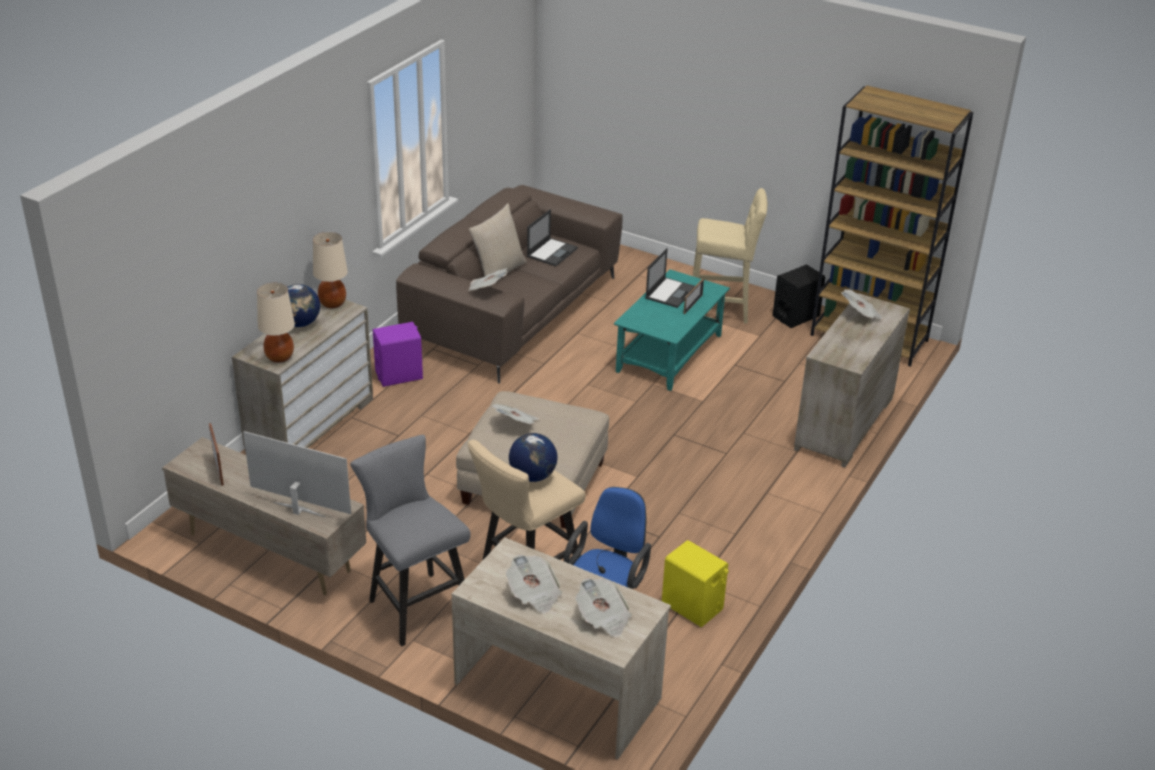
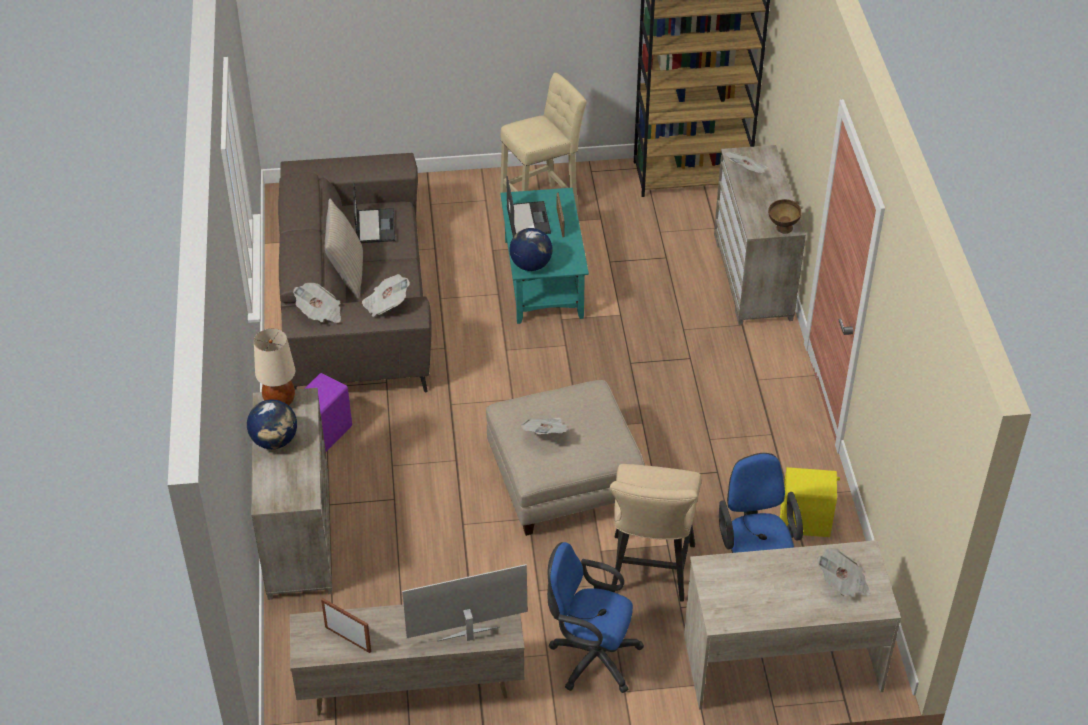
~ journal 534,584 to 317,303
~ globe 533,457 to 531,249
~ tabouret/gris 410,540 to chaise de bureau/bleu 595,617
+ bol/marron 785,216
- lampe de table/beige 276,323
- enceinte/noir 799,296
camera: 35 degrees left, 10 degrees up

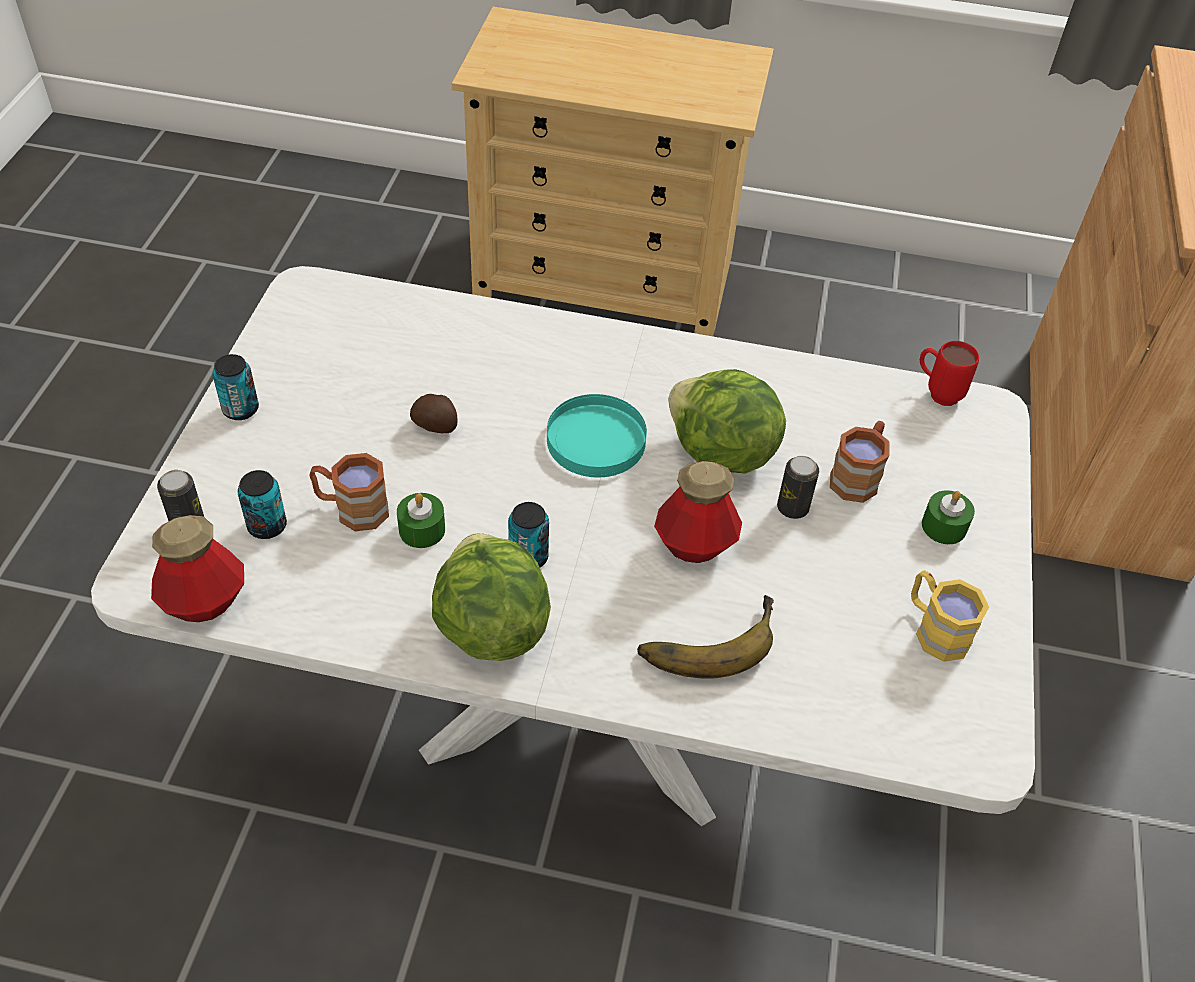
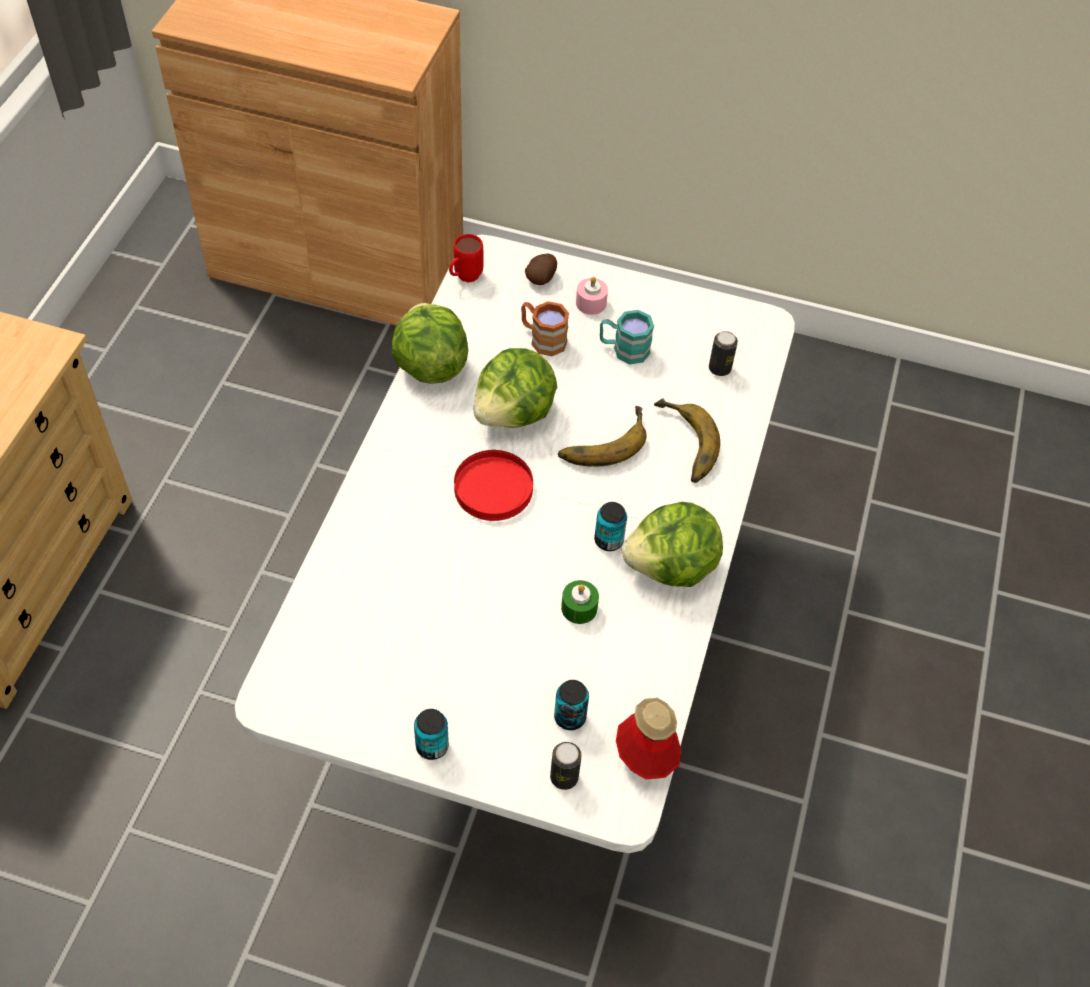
+ laitue 430,343
~ assiette/turquoise 597,435 to assiette/rouge 493,485
~ pomme de terre 434,413 to 541,269
~ bouteille 698,512 to banane 602,436
~ bougie/vert 948,517 to bougie/rose 592,296
+ mug/turquoise 627,337
~ boîte métallique 798,487 to 723,353
- mug/marron 349,492
- mug/jaune 950,616
camera: 85 degrees left, 5 degrees up

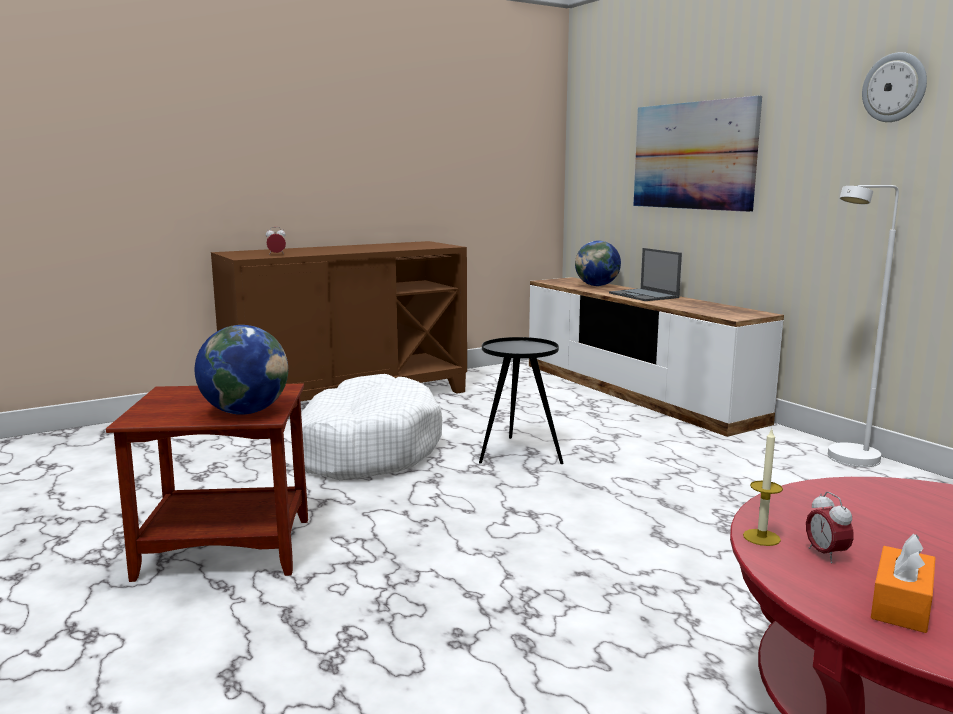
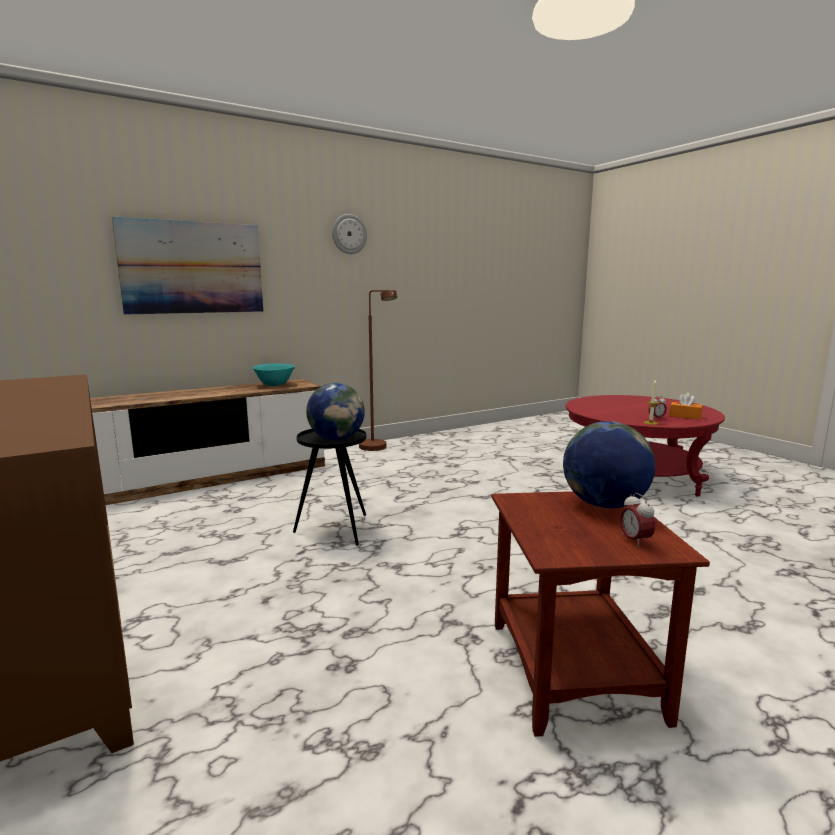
+ bol/turquoise 274,374
~ globe 598,263 to 335,411
~ lampadaire/blanc 863,326 to lampadaire/marron 378,370
~ réveil 276,240 to 637,520
- panier pour chien/blanc 371,427
- ordinateur portable 645,274
camera: 90 degrees left, 0 degrees up

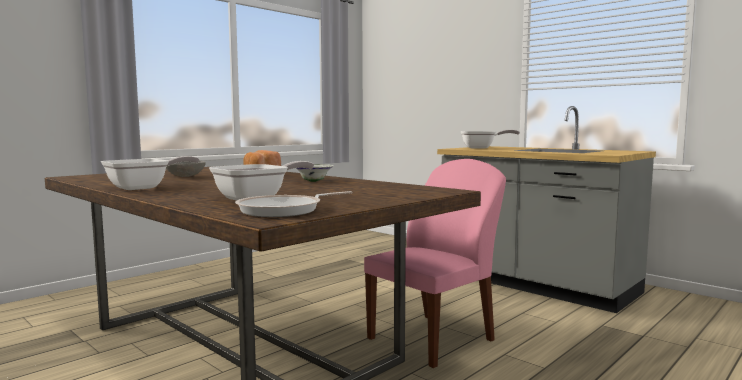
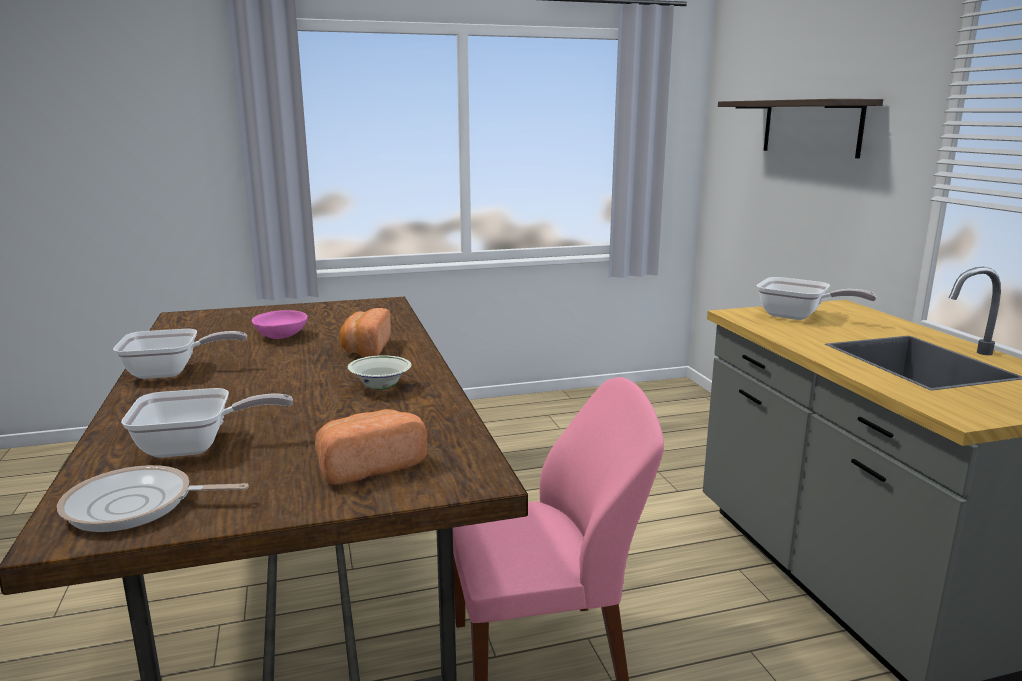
~ bol/gris 186,169 to bol/rose 280,324
+ pain 371,447
+ étagère 800,128
camera: 30 degrees right, 10 degrees up

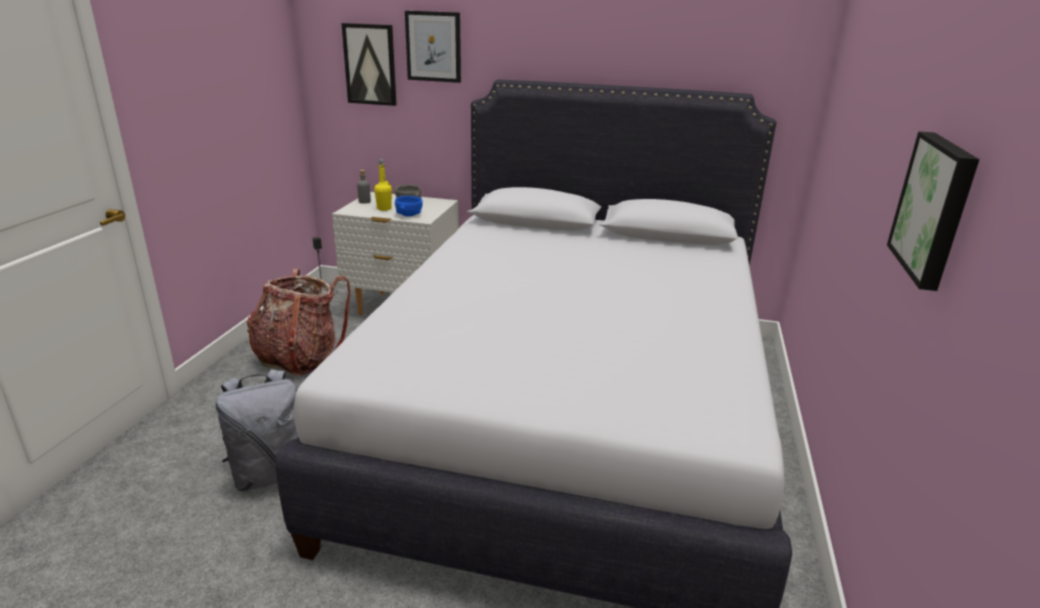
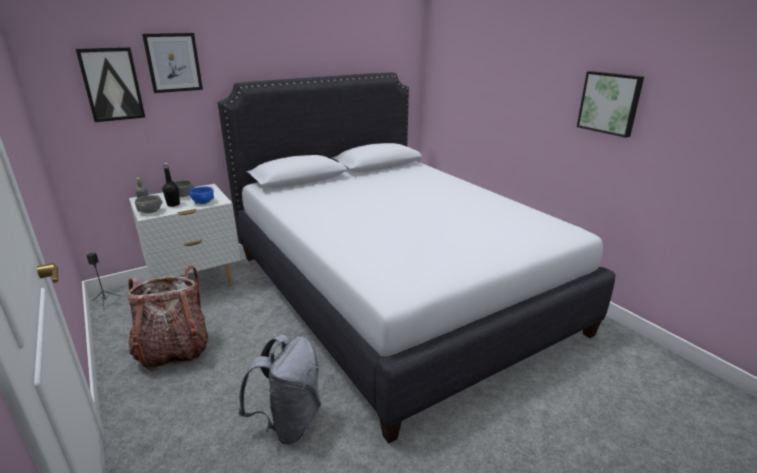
+ bol/gris 148,204
~ bouteille/jaune 383,185 to bouteille/noir 171,185
camera: 45 degrees left, 0 degrees up

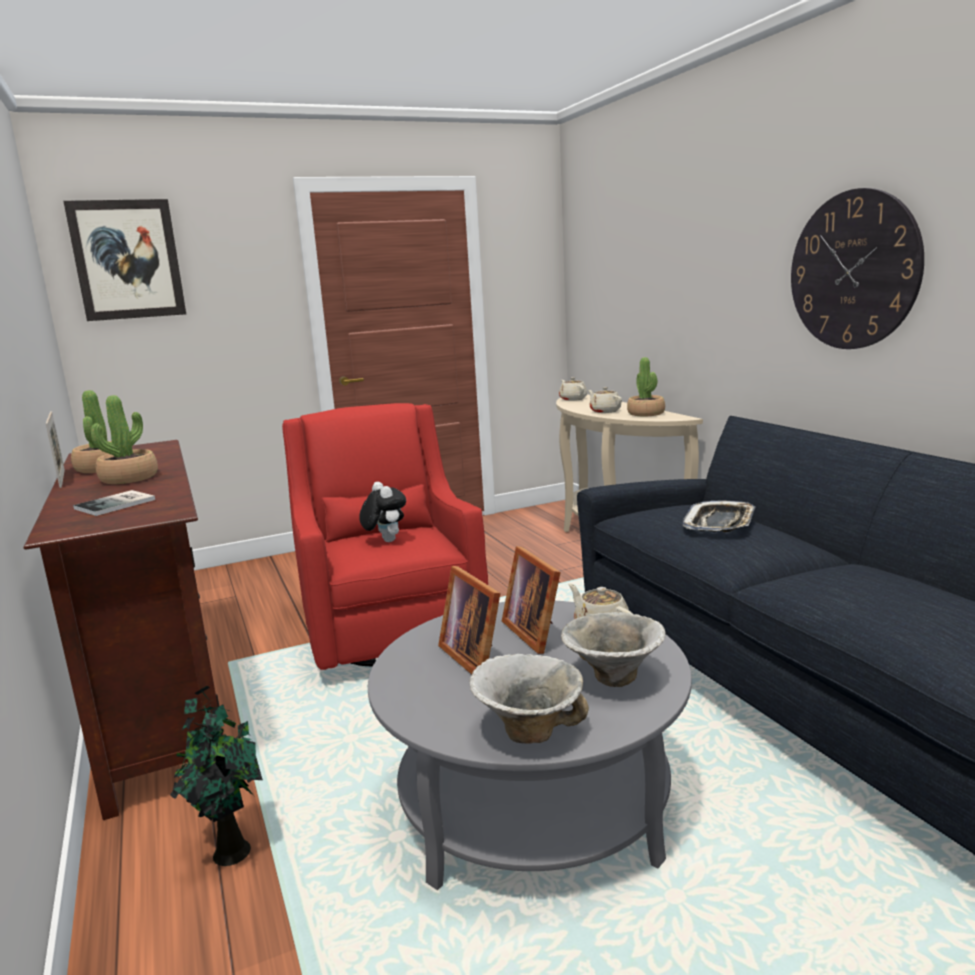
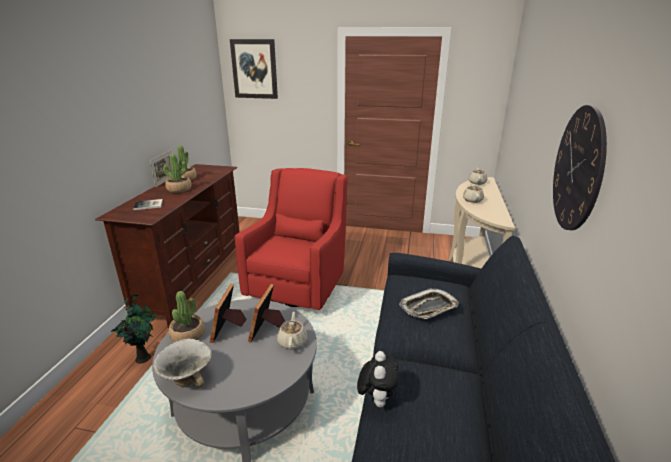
~ plante en pot 646,387 to 187,316
~ peluche 382,512 to 378,379
- bol 613,649
camera: 35 degrees right, 10 degrees up

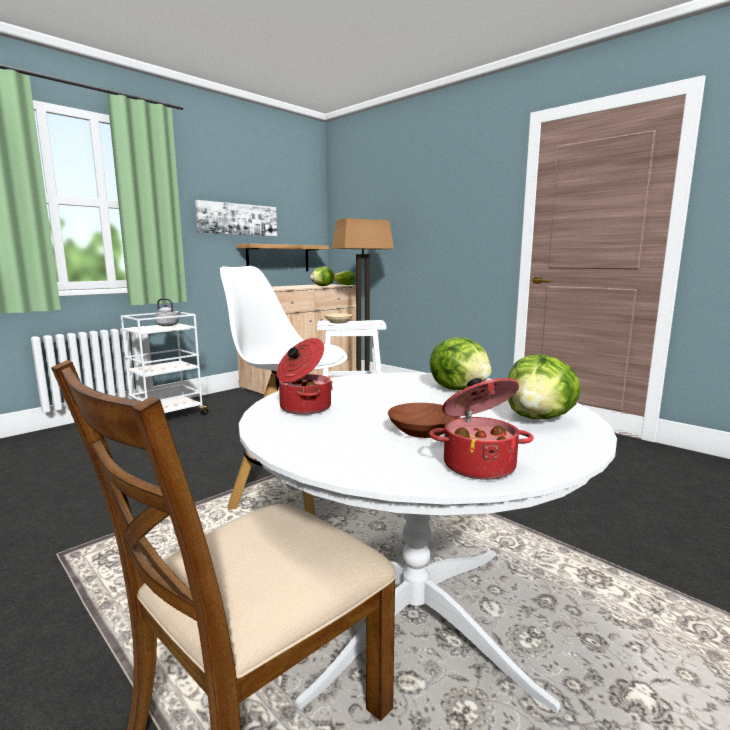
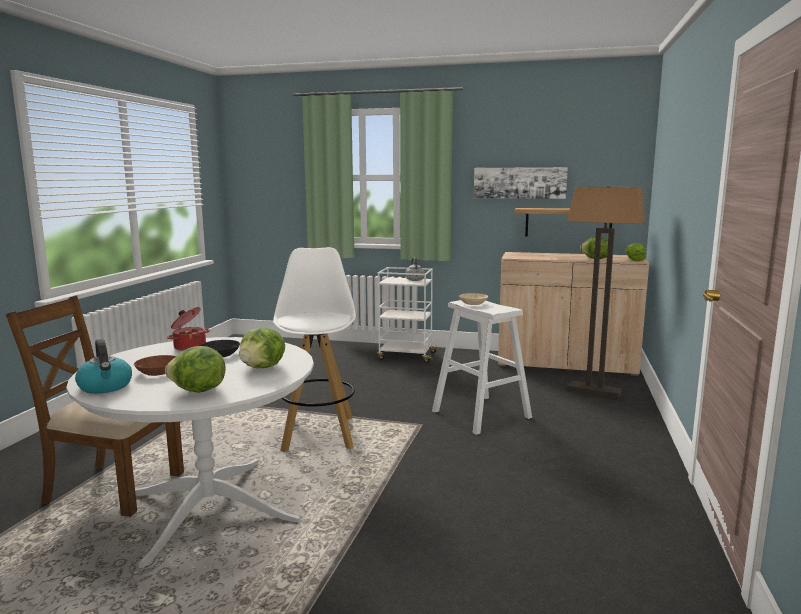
~ marmite 481,429 to bouilloire 103,366
+ bol/noir 220,348
camera: 60 degrees right, 0 degrees up

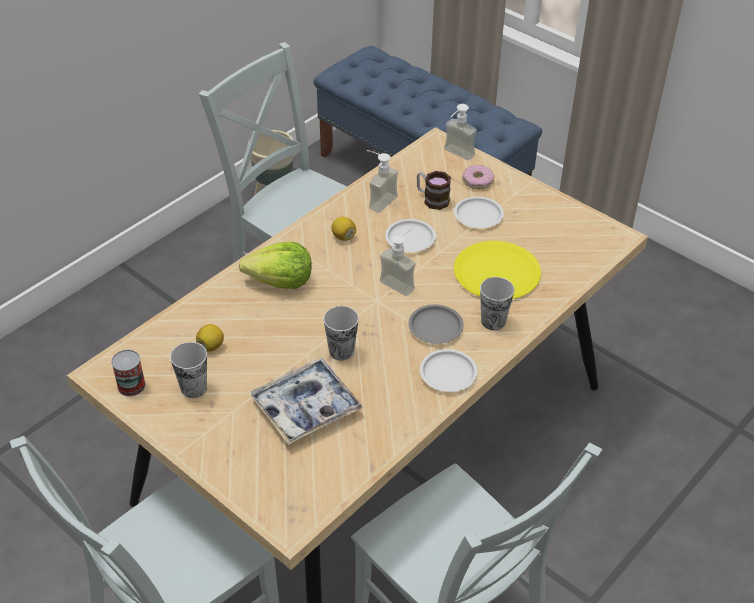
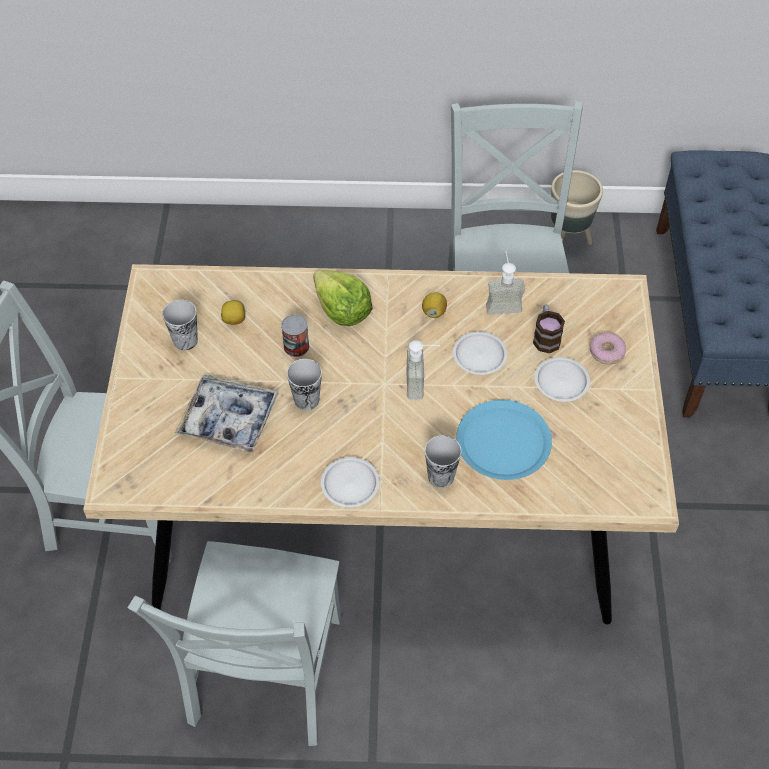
~ boîte métallique 128,373 to 295,335
~ assiette/jaune 497,270 to assiette/bleu 504,440
- assiette/gris 436,324
- distributeur de savon 460,132
camera: 50 degrees right, 10 degrees up

